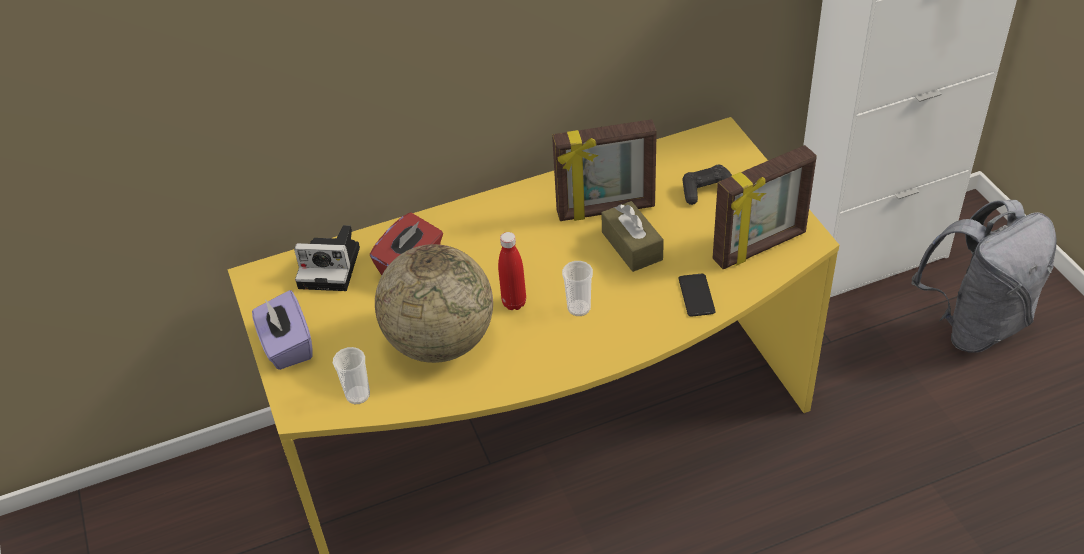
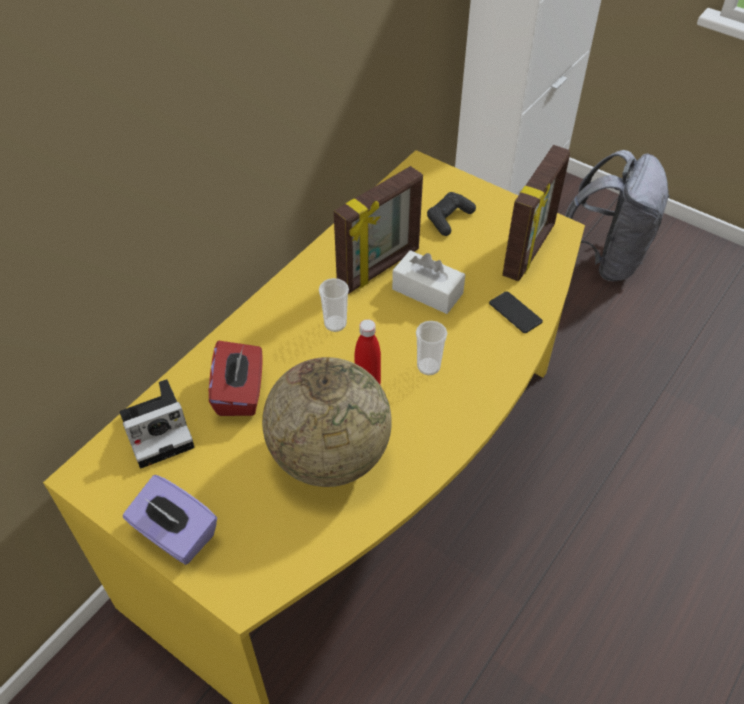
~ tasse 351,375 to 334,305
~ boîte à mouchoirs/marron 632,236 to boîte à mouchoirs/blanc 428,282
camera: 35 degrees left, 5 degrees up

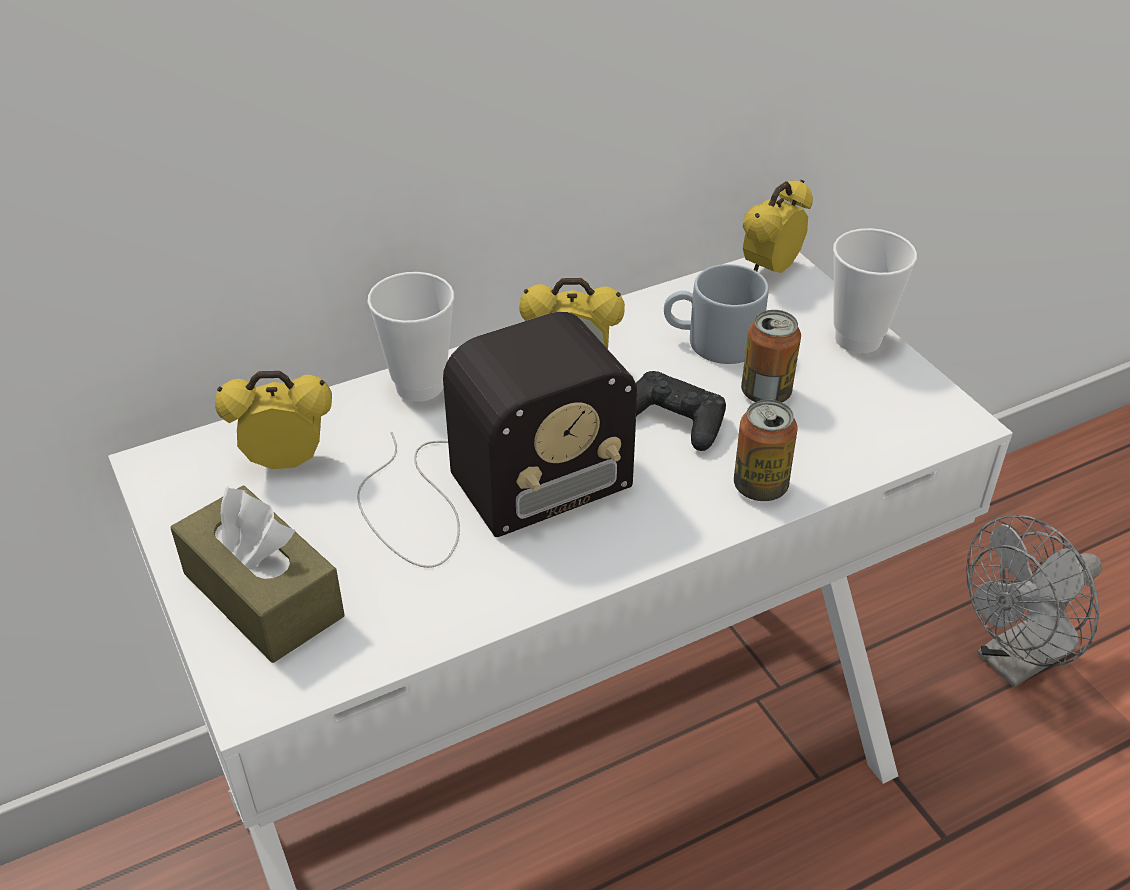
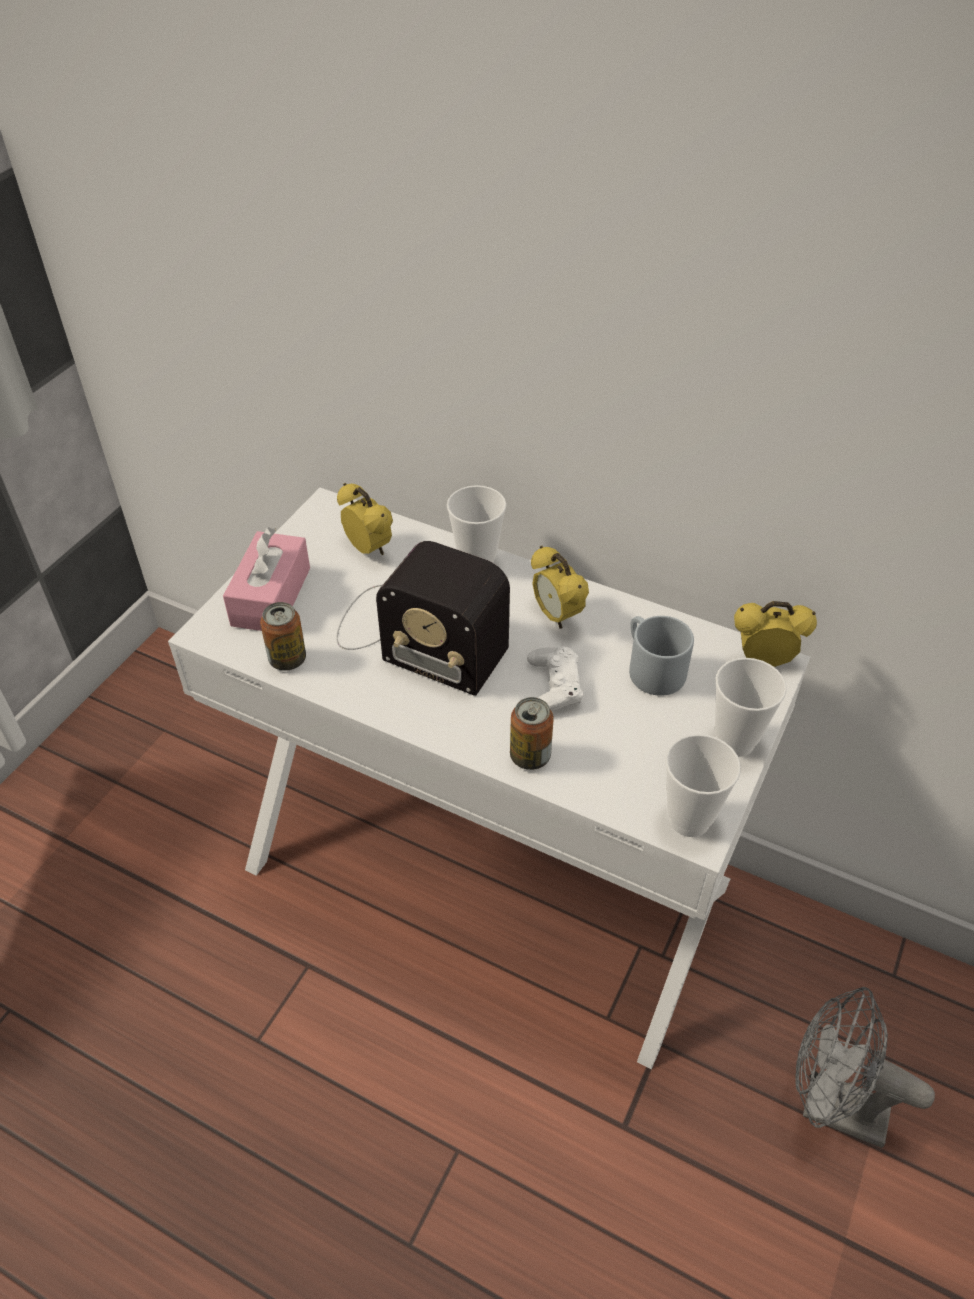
~ boîte à mouchoirs/marron 257,574 to boîte à mouchoirs/rose 266,579
~ boîte métallique 771,356 to 283,636
~ manette/noir 681,411 to manette/blanc 555,678
+ tasse 703,785
camera: 55 degrees right, 5 degrees up

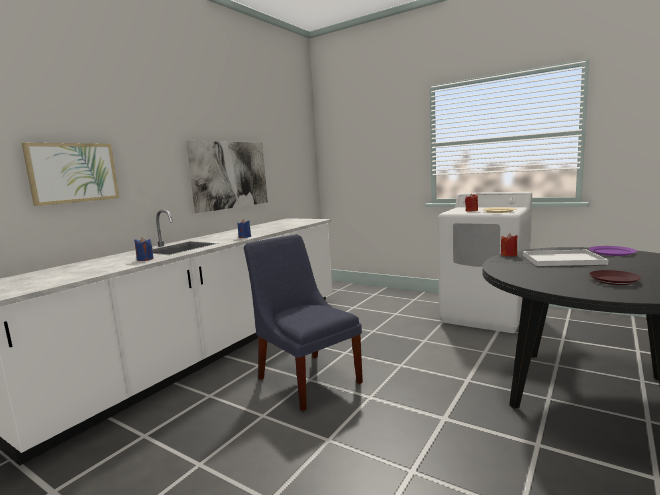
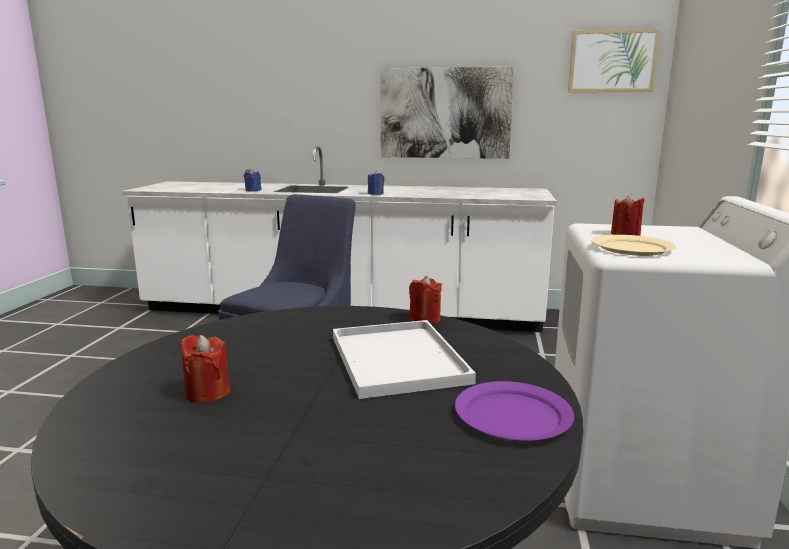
~ assiette/marron 615,277 to bougie/rouge 205,369
~ tableau 70,174 to 614,60
camera: 65 degrees right, 5 degrees up

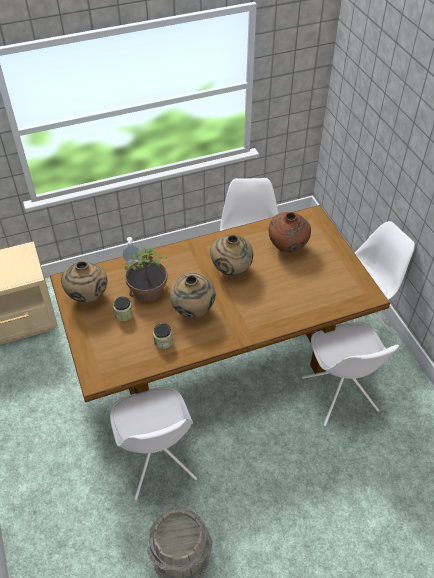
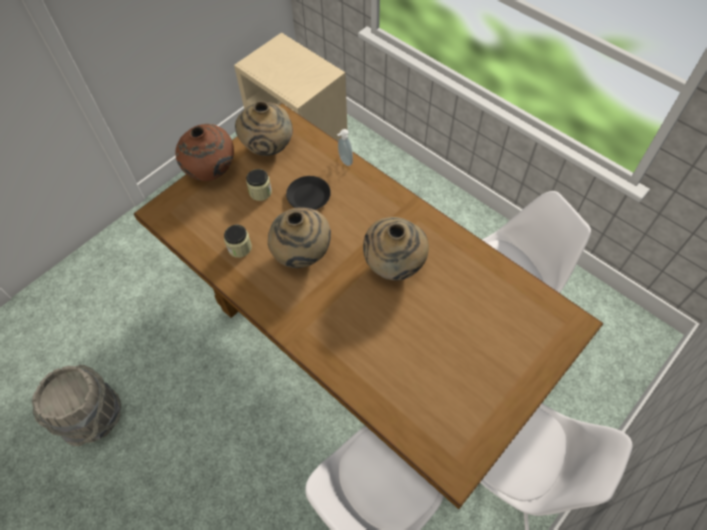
~ vase/marron 290,232 to 205,152
~ plante en pot 146,274 to assiette/noir 308,193
- chaise/blanc 153,443
camera: 65 degrees right, 10 degrees up

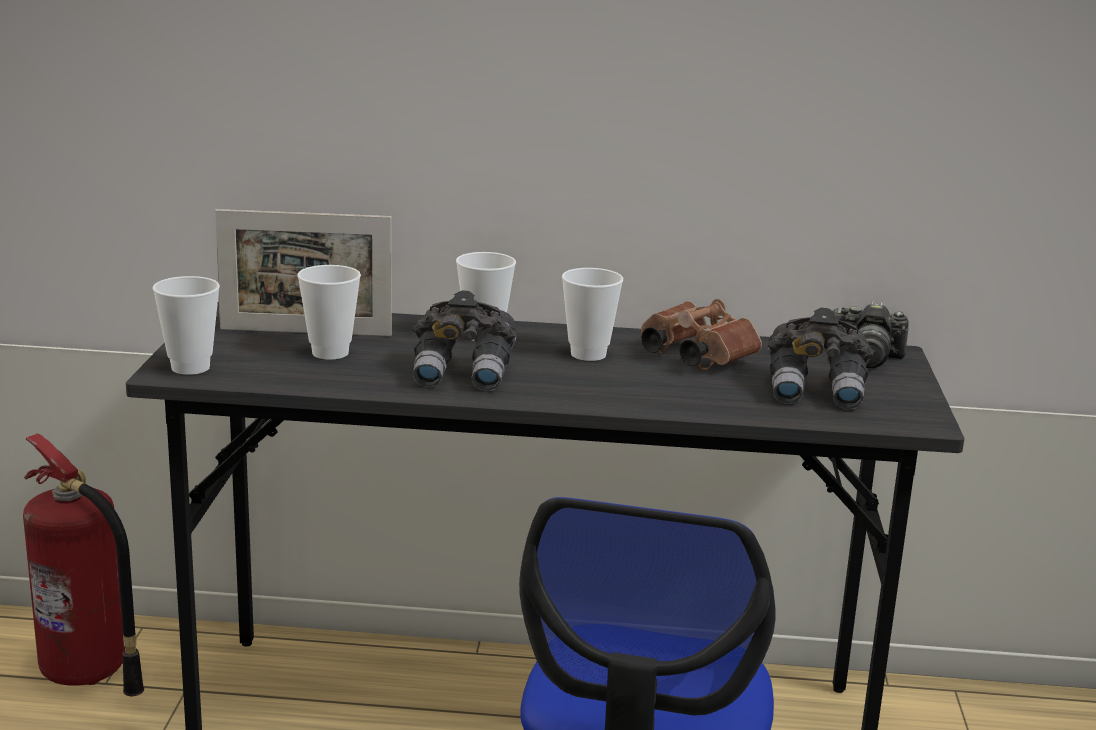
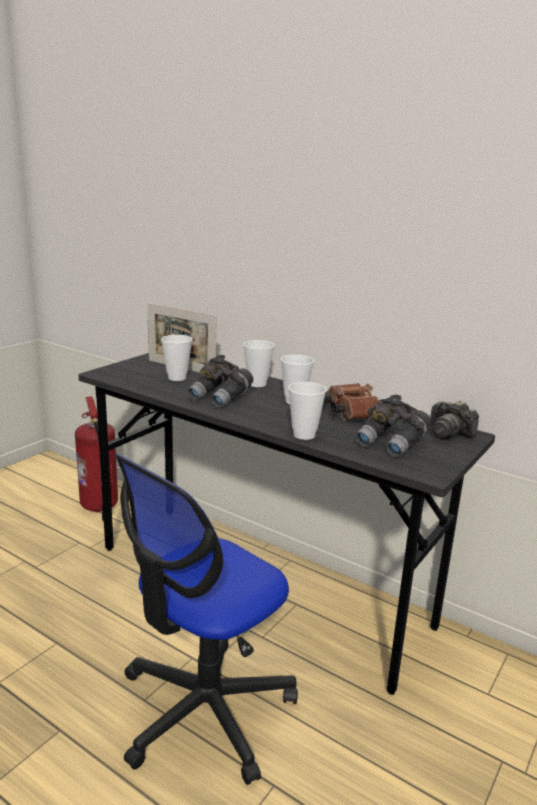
~ tasse 186,325 to 307,411
camera: 30 degrees right, 0 degrees up

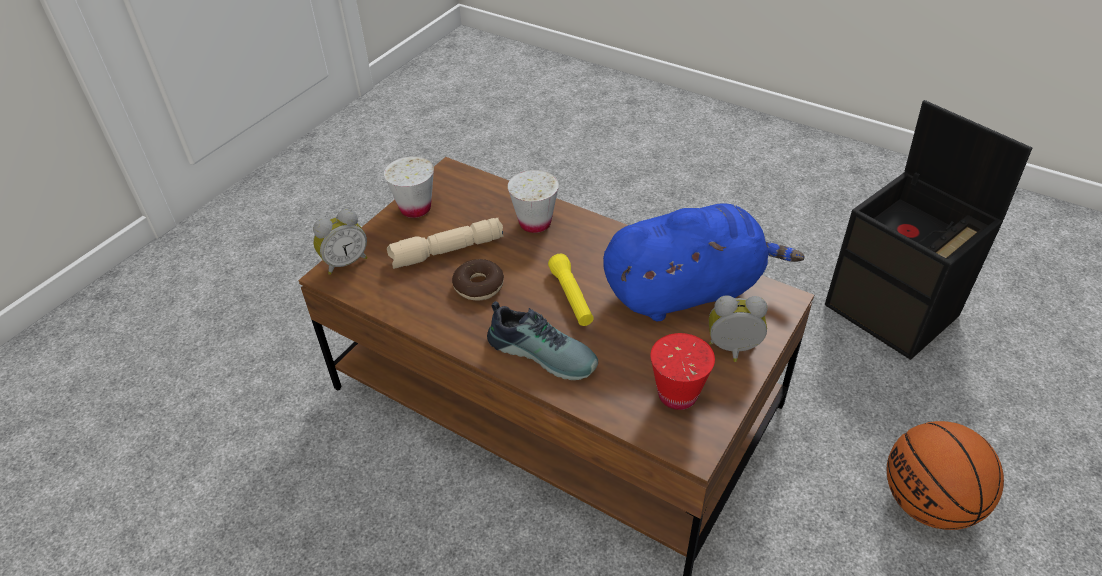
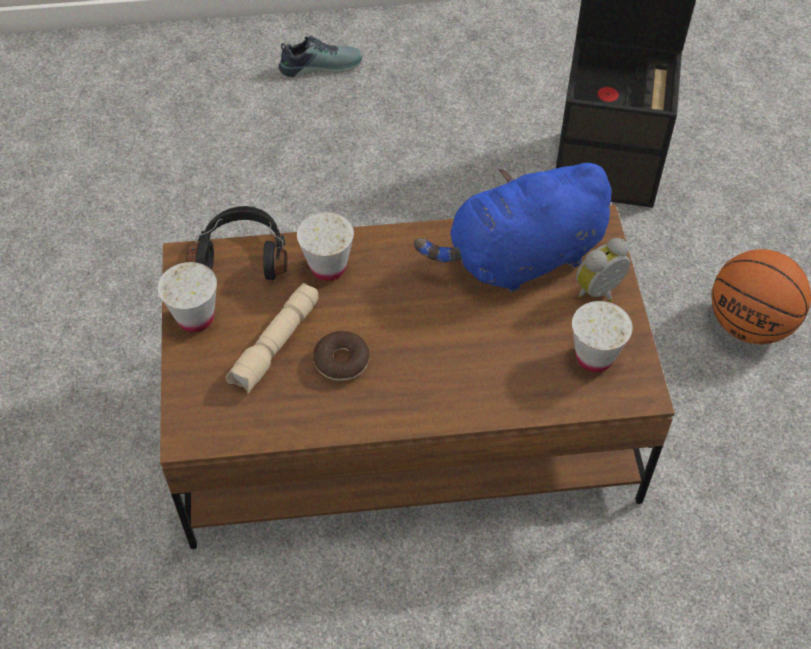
+ casque audio/noir 236,243
~ chaussure 542,340 to 320,56
~ peluche/bleu 704,262 = 513,227 150 degrees counterclockwise
~ tasse/rouge 682,371 to tasse/blanc 602,336
- réveil 340,242
- lampe de poche/jaune 571,290
camera: 40 degrees left, 10 degrees up

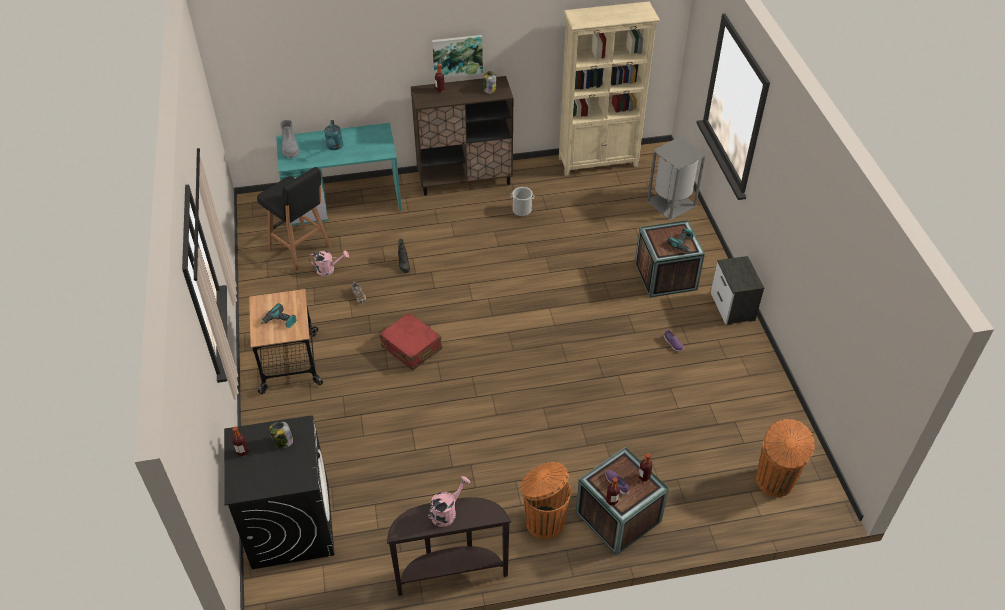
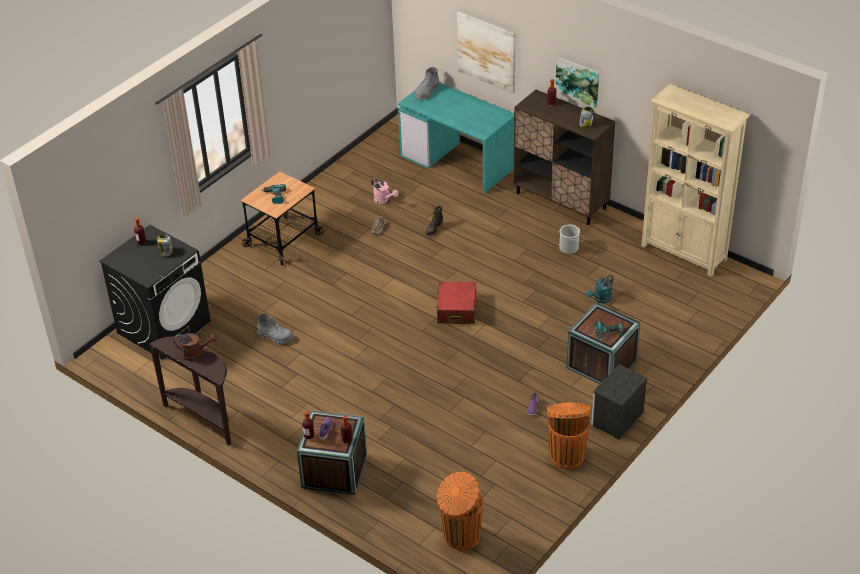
~ arrosoir/rose 449,501 to arrosoir/marron 196,347
+ botte/gris 275,329
~ valise/rouge 410,341 to 456,303
+ tableau 486,53
~ poubelle/orange 545,500 to 569,435
~ arrosoir/turquoise 333,135 to 599,289
- tabouret/noir 294,219
- poubelle/gris 676,178
camera: 50 degrees right, 5 degrees down

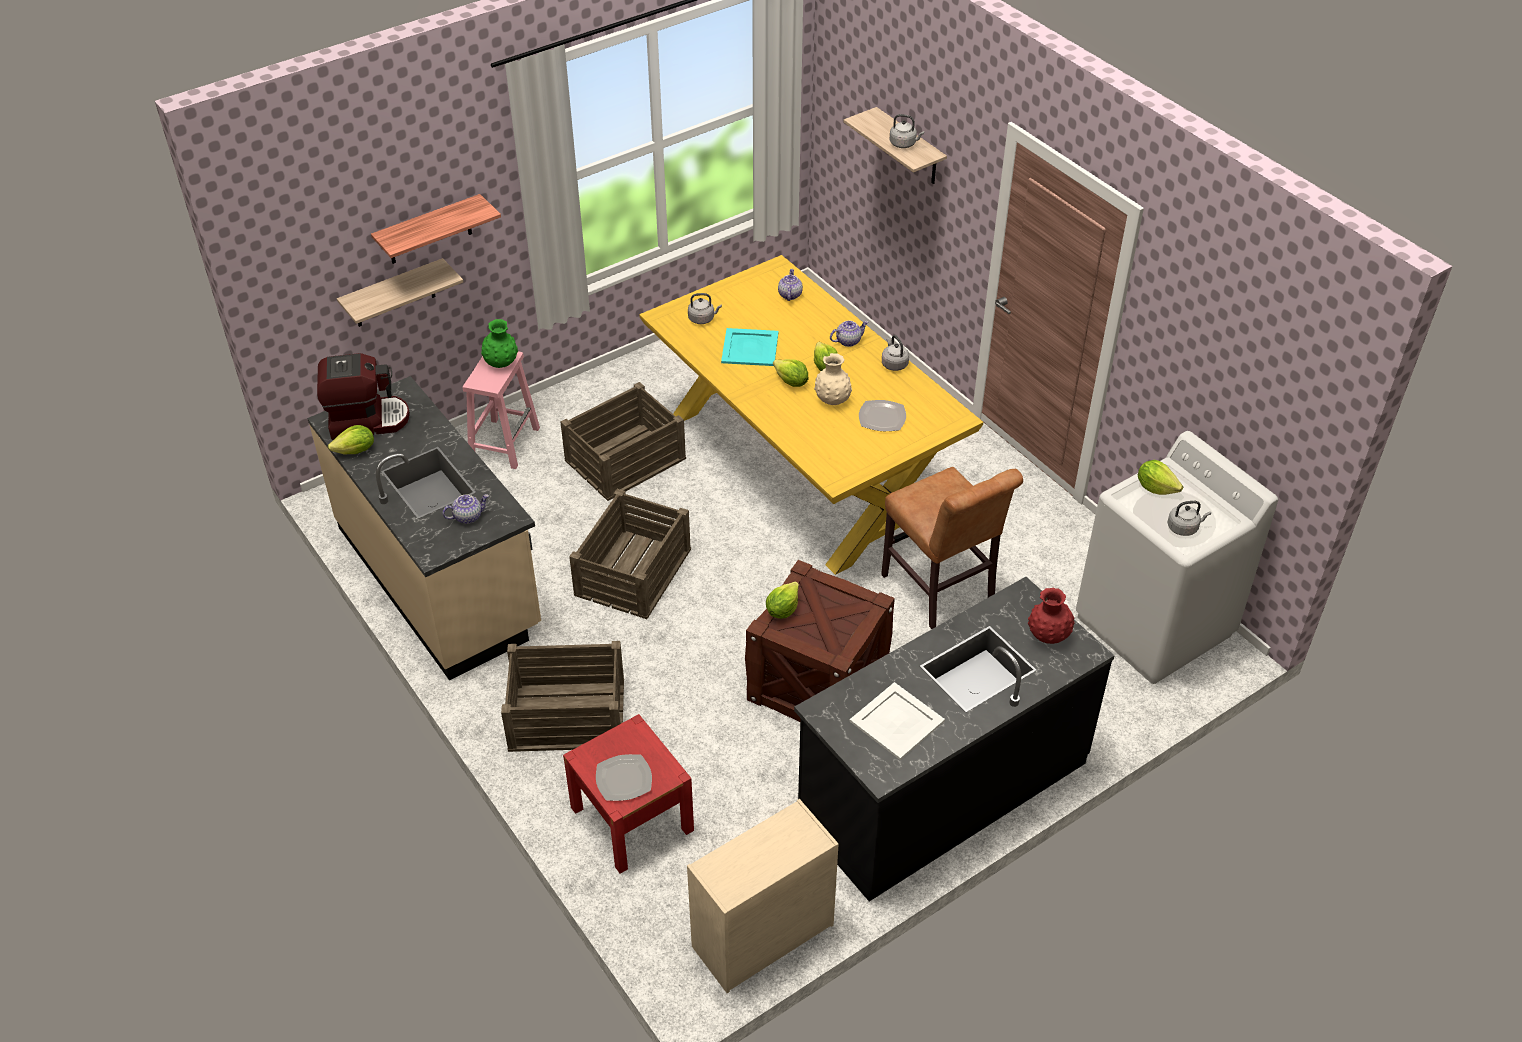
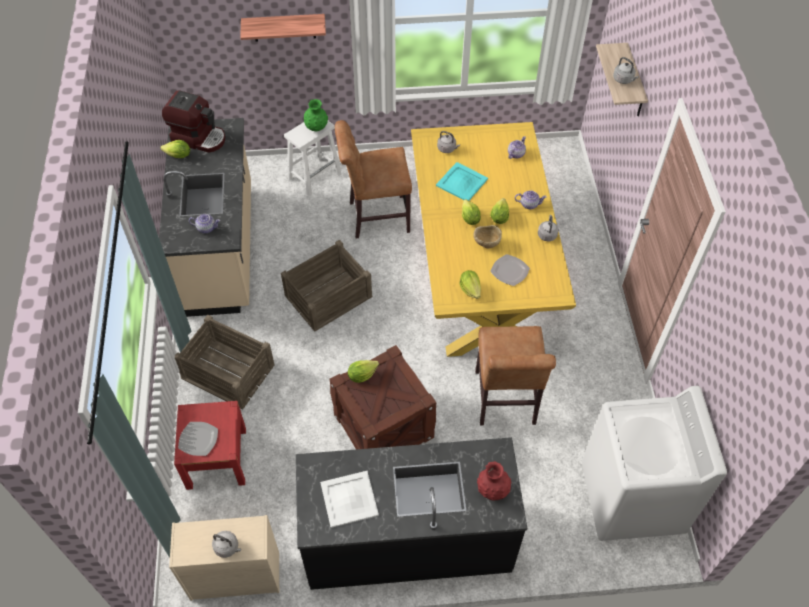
~ bouilloire/gris 1189,518 to 226,544
~ tabouret/rose 501,410 to tabouret/blanc 313,158
~ caisse 623,441 to chaise/marron 373,179
~ laitue 1160,477 to 470,284
~ vase/beige 833,379 to bol/beige 487,236
- étagère 400,292
camera: 30 degrees right, 10 degrees up

